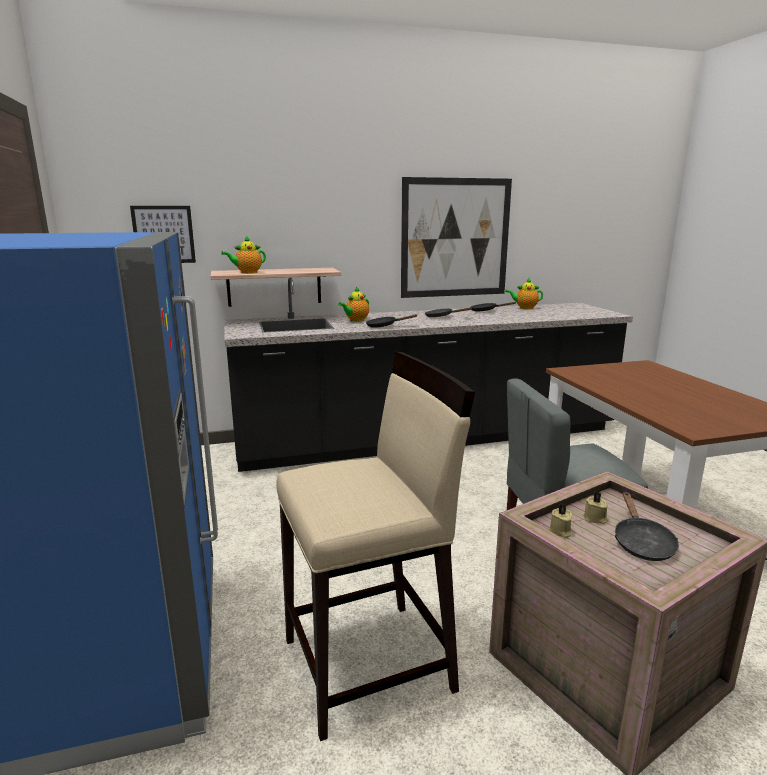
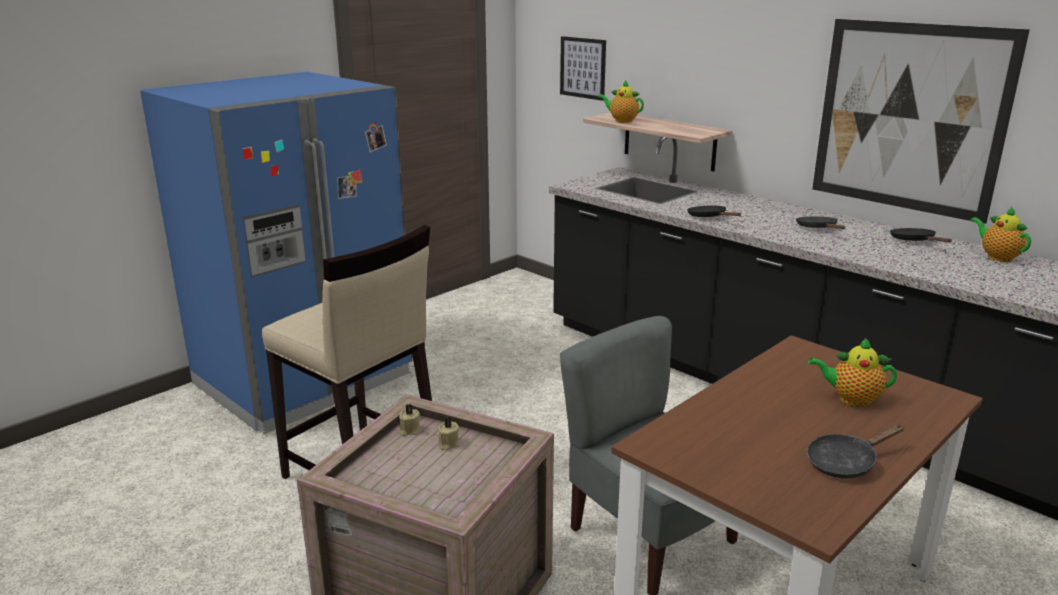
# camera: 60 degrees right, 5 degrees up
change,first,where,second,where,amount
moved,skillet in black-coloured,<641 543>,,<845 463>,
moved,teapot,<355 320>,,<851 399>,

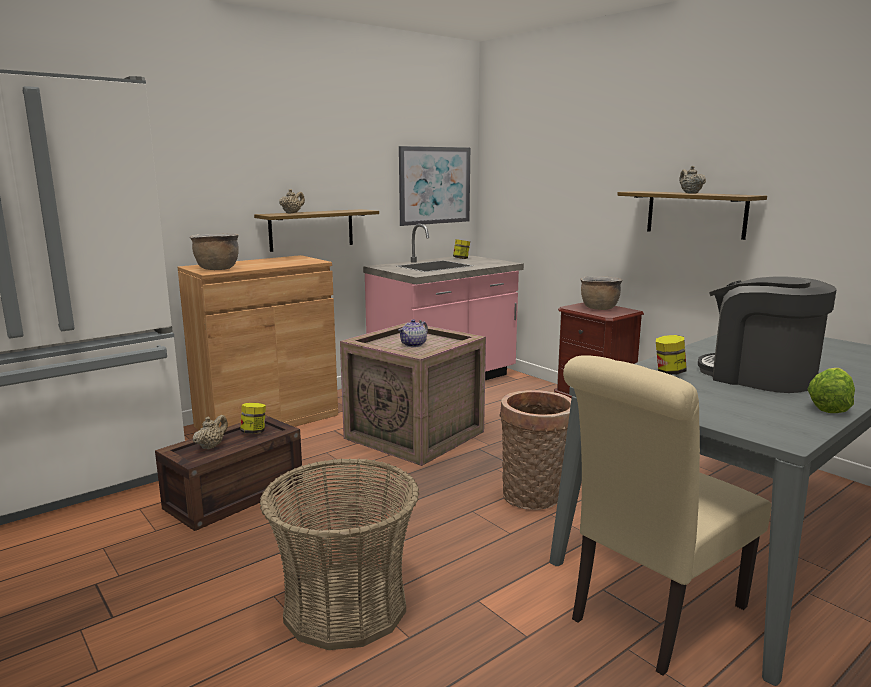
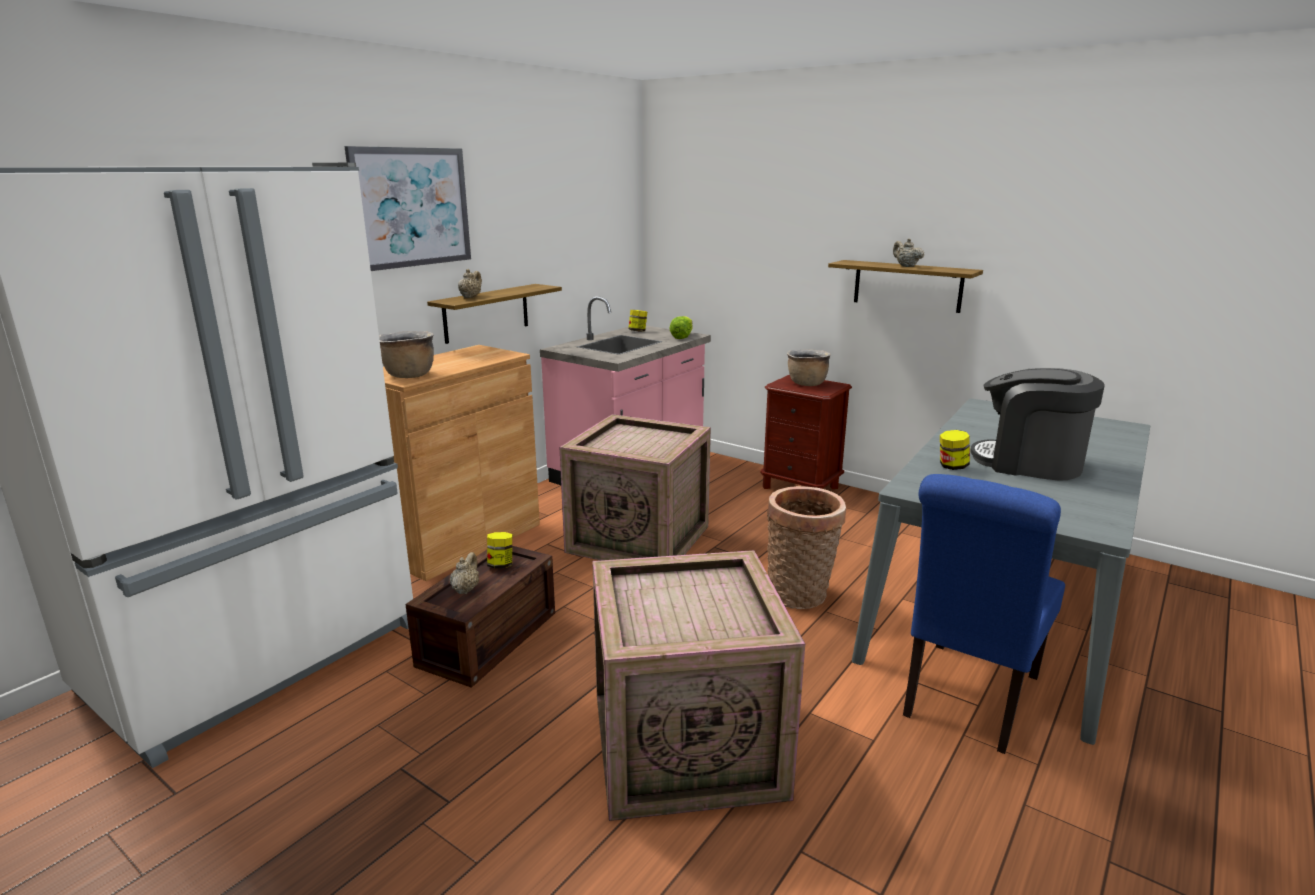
# camera: 15 degrees left, 5 degrees up
change,first,where,second,where,amount
moved,wall art,<434 185>,,<411 207>,
replaced,basket,<345 606>,packing crate,<688 742>,
moved,lettuce head,<829 406>,,<682 337>,
recoloured,upright chair in beige,<651 616>,upright chair in blue,<967 700>,
removed,teapot,<413 344>,,,

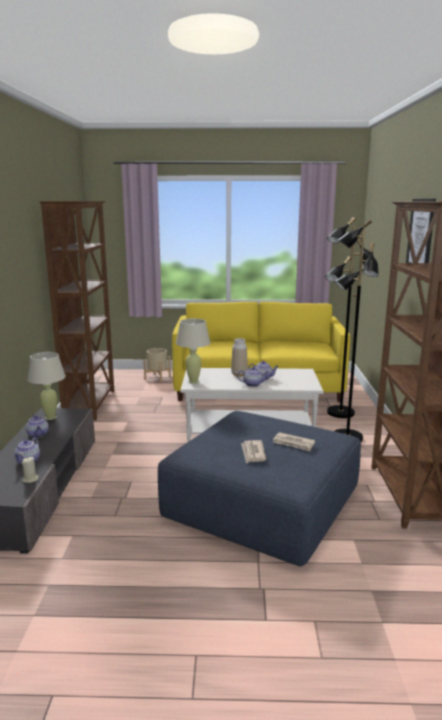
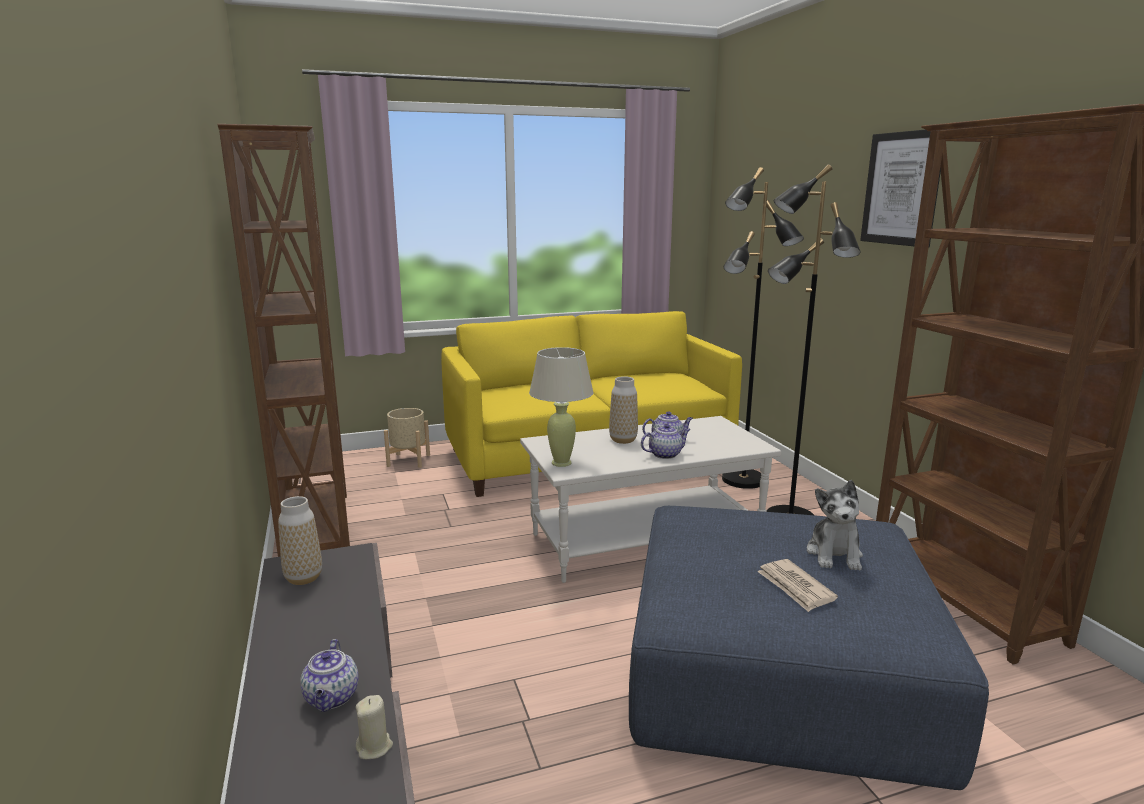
# camera: 20 degrees left, 0 degrees up
change,first,where,second,where,amount
replaced,table lamp in beige,<50 417>,flower vase,<303 578>,
replaced,printed paper,<293 443>,soft toy,<834 554>,
removed,teapot,<38 435>,,,

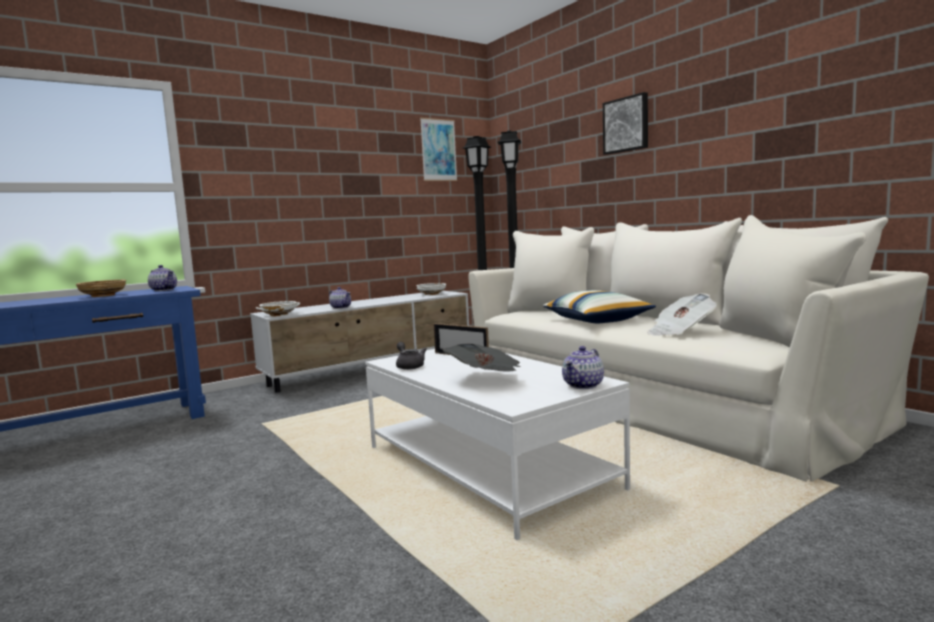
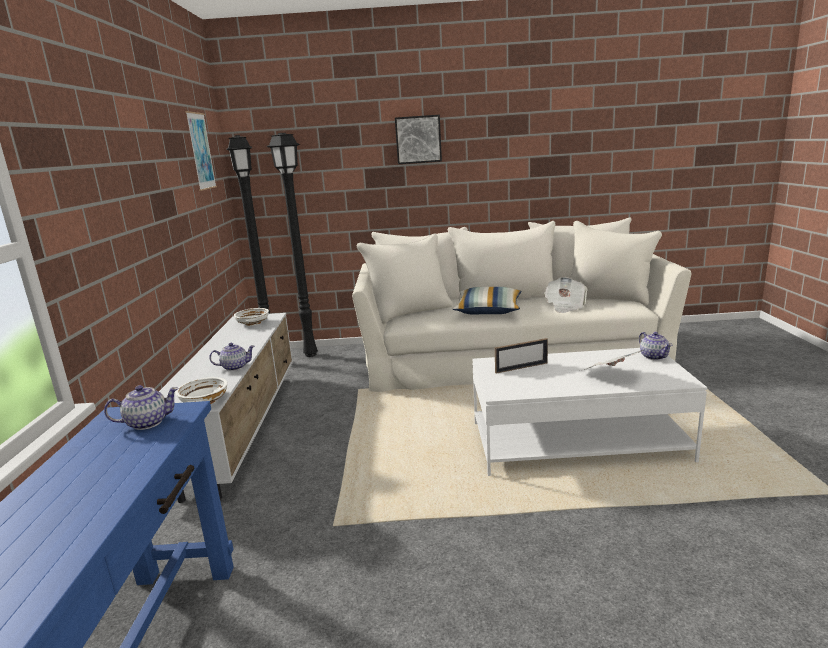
# camera: 55 degrees left, 10 degrees up
change,first,where,second,where,amount
removed,bowl in beige,<103 295>,,,
removed,teapot in greyish,<409 366>,,,

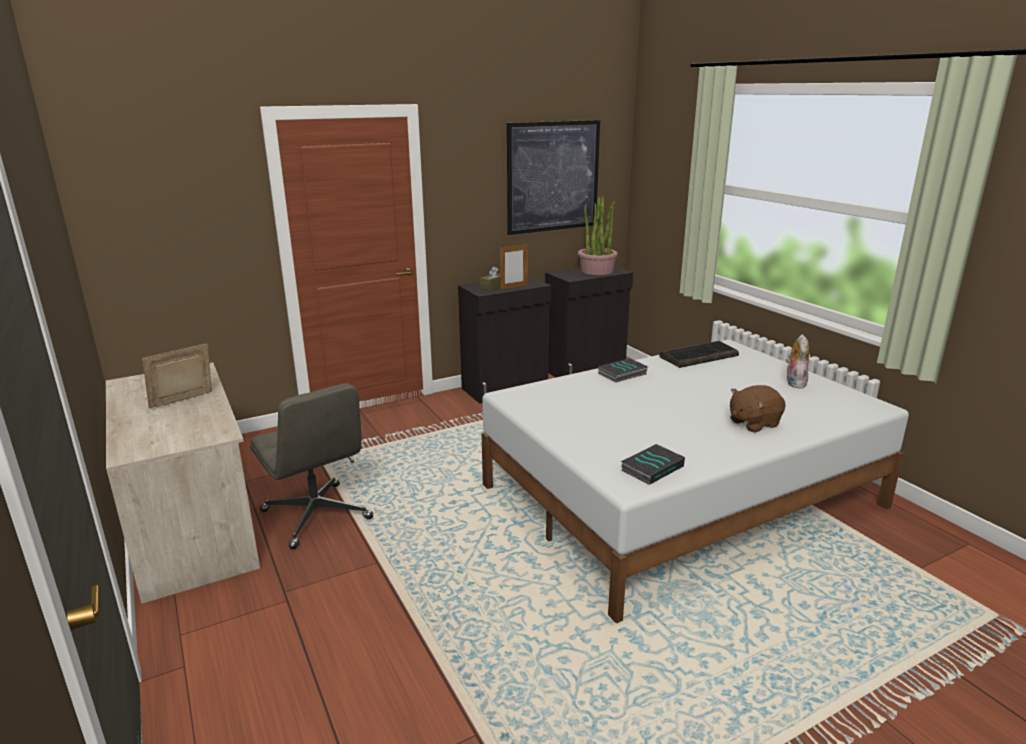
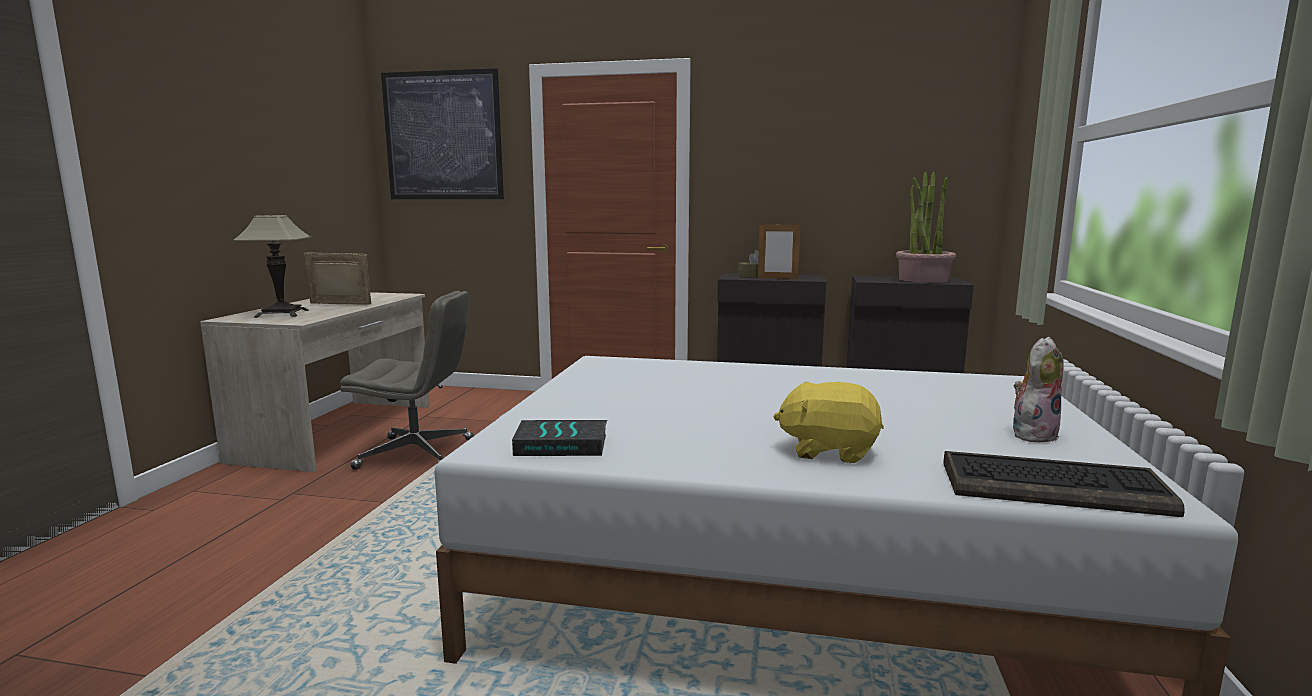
# camera: 40 degrees right, 10 degrees down
change,first,where,second,where,amount
added,,,table lamp,<282 313>,
turned,computer chair in greyish,<317 515>,,<418 453>,90 degrees counterclockwise
moved,wall art,<553 177>,,<443 136>,
recoloured,soft toy in brown,<753 423>,soft toy in yellowish,<828 450>,
moved,PC keyboard,<699 356>,,<1053 487>,
removed,bound book,<622 374>,,,

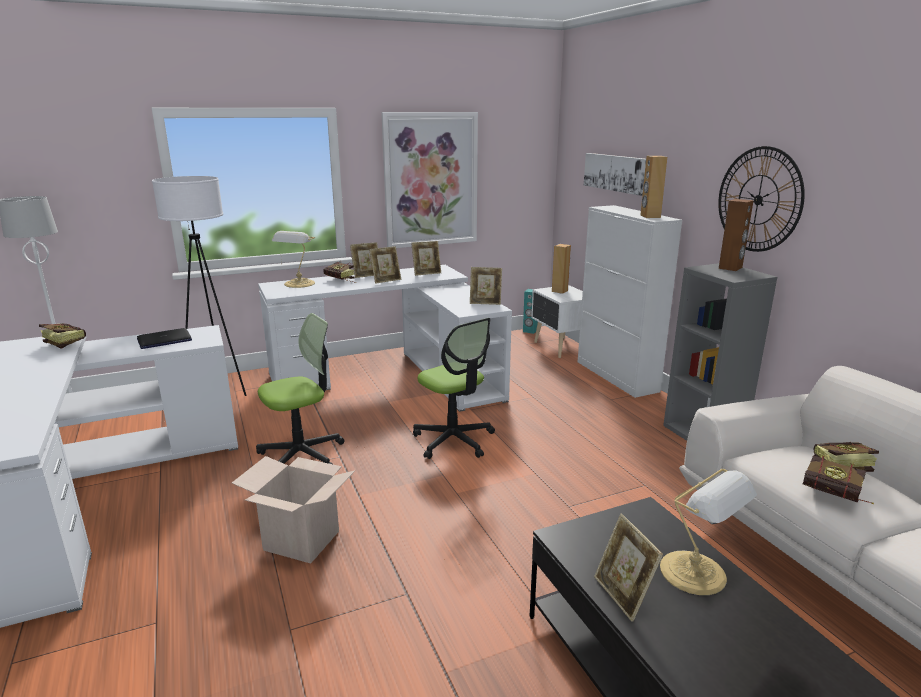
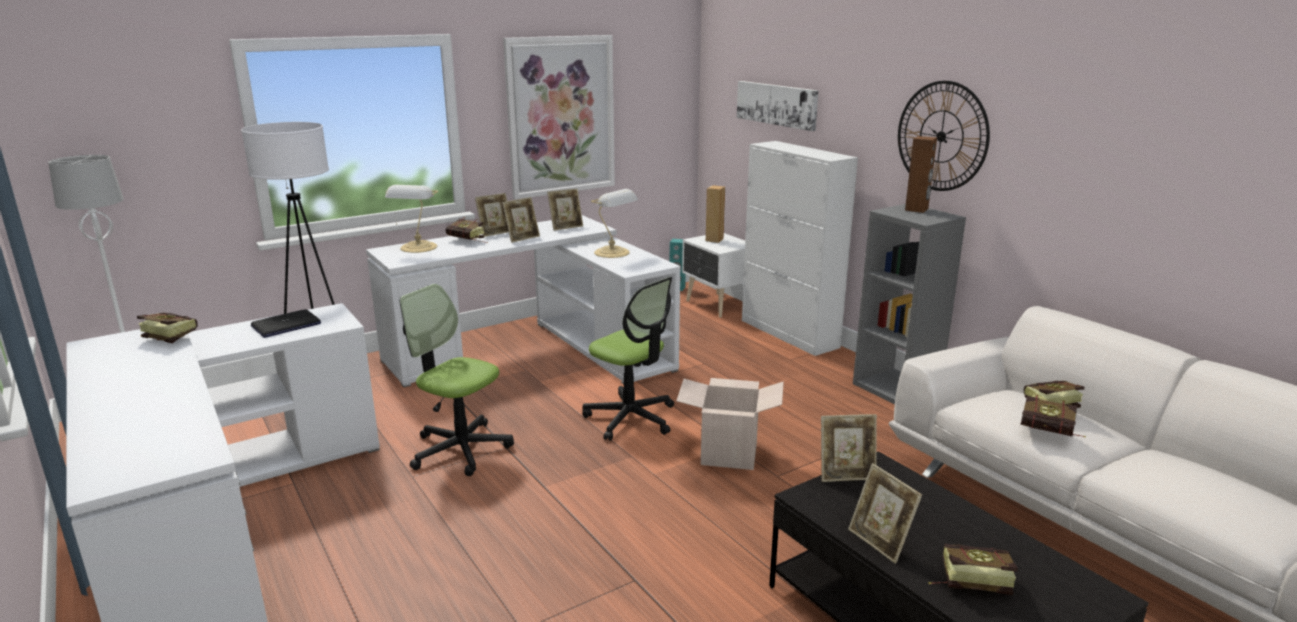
# camera: 10 degrees left, 0 degrees up
change,first,where,second,where,amount
turned,computer chair,<302 455>,,<460 449>,105 degrees counterclockwise
moved,table lamp,<696 574>,,<613 253>,
moved,packing box,<301 540>,,<729 454>,
moved,standing frame,<485 302>,,<846 475>,
added,,,bound book,<967 581>,
removed,audio speaker in brown,<650 216>,,,

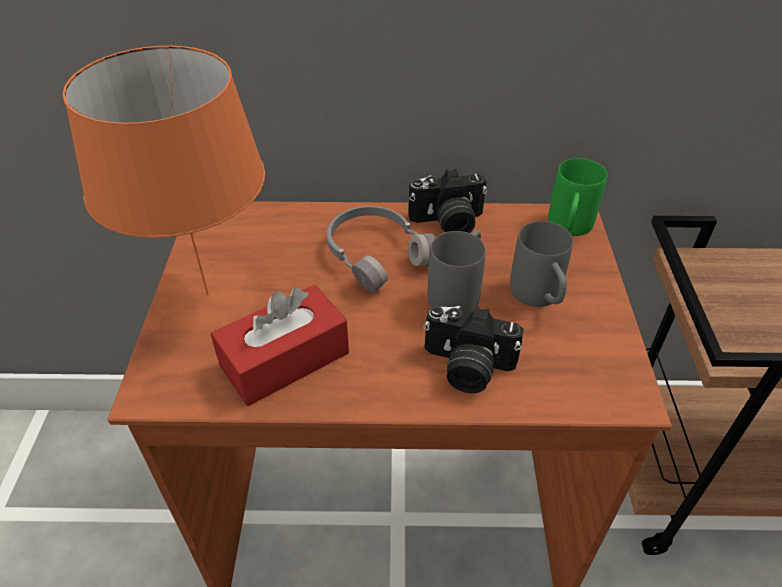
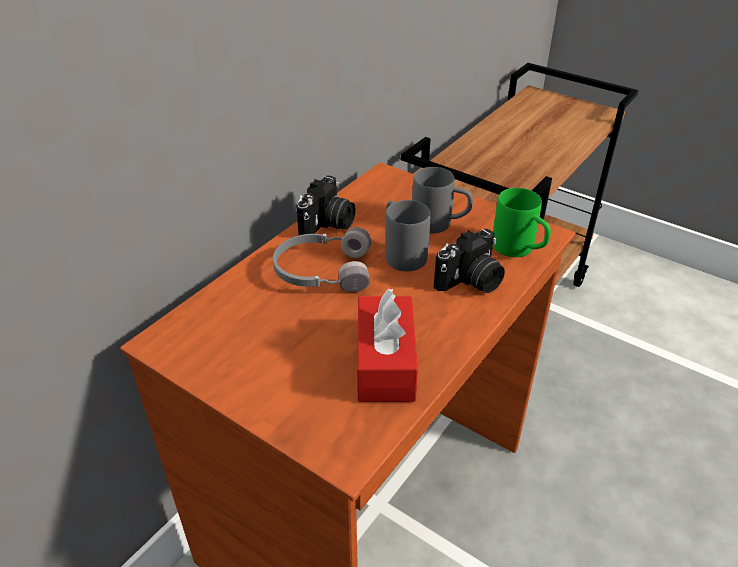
# camera: 55 degrees left, 5 degrees down
change,first,where,second,where,amount
moved,tea mug in green-coloured,<568 229>,,<519 250>,
removed,table lamp in orangey,<206 293>,,,

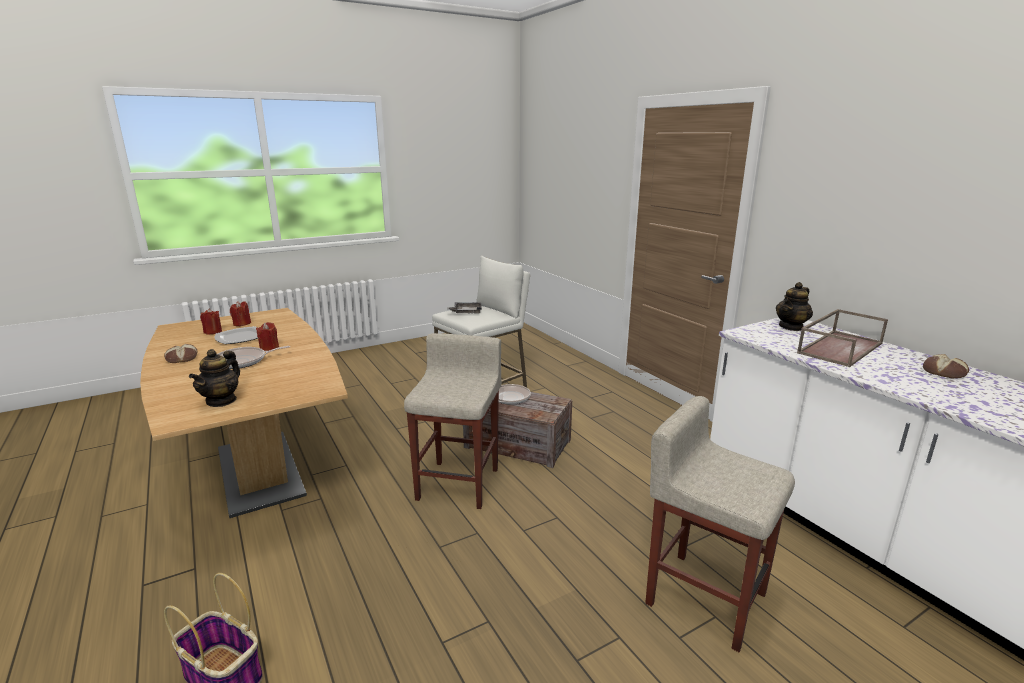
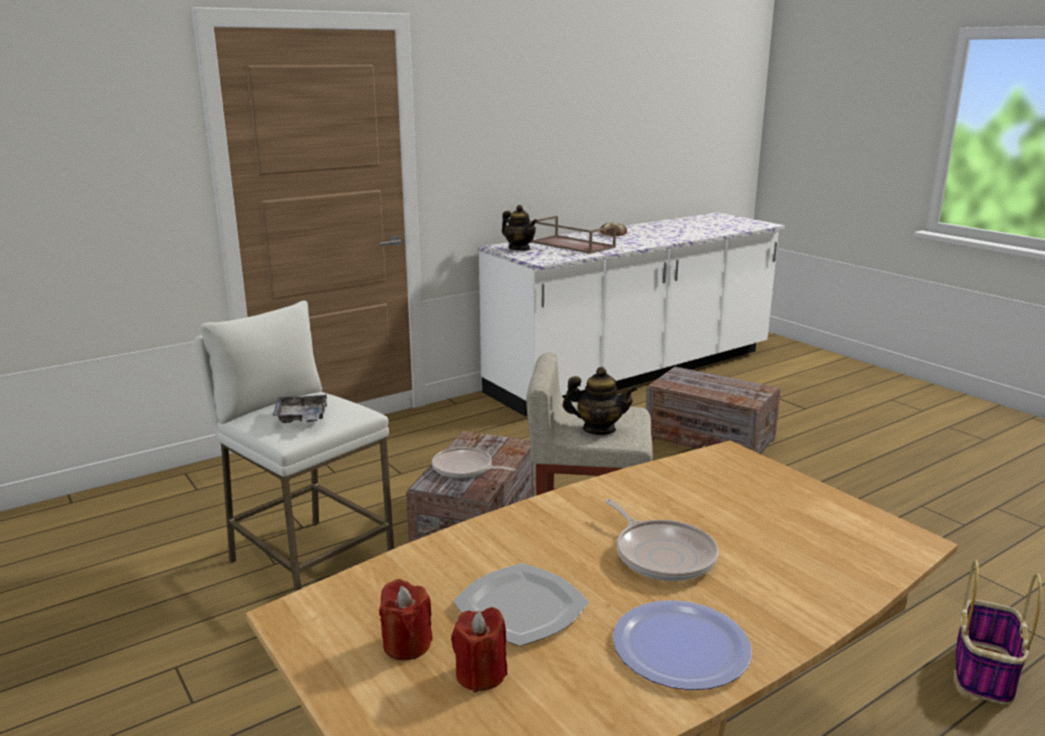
# camera: 95 degrees left, 0 degrees up
change,first,where,second,where,amount
moved,teapot,<221 401>,,<598 429>,
replaced,bakery bread,<181 358>,plate,<681 647>,
replaced,stool seat in beige,<704 597>,packing crate,<708 438>,
removed,wax candle in red-coloured,<269 348>,,,

